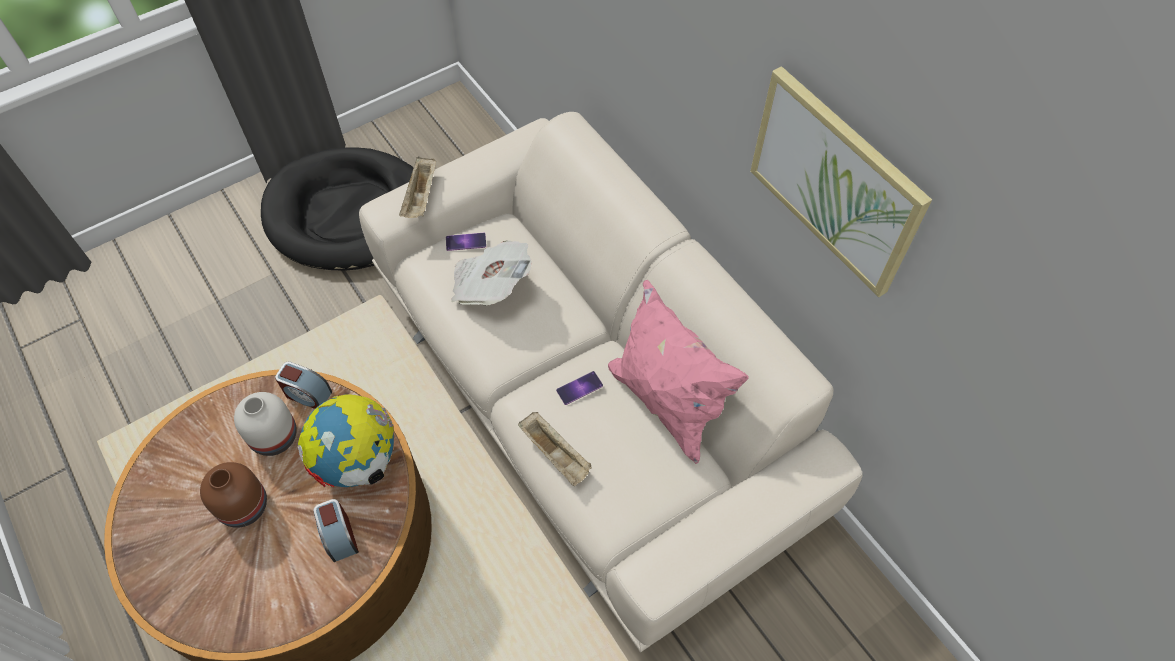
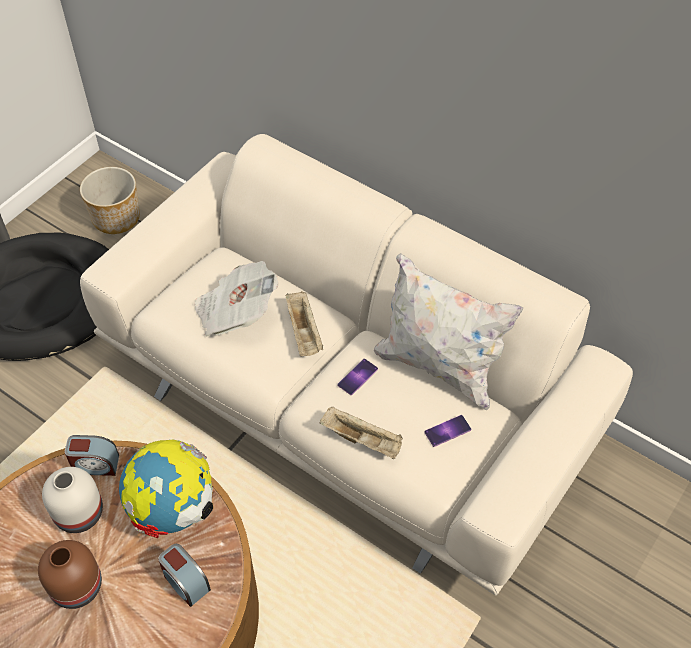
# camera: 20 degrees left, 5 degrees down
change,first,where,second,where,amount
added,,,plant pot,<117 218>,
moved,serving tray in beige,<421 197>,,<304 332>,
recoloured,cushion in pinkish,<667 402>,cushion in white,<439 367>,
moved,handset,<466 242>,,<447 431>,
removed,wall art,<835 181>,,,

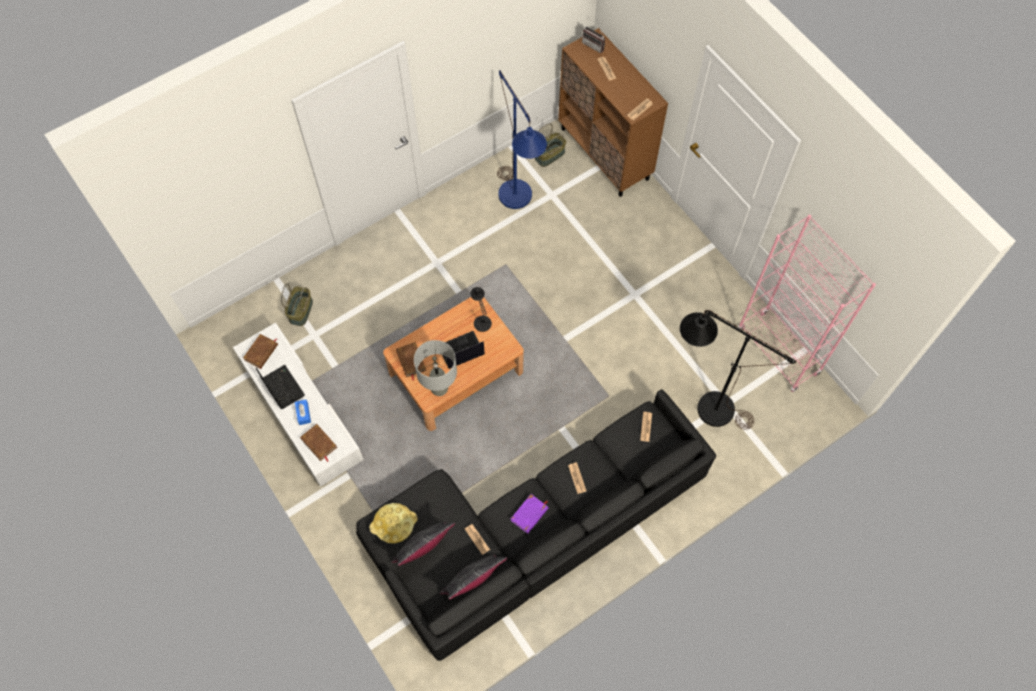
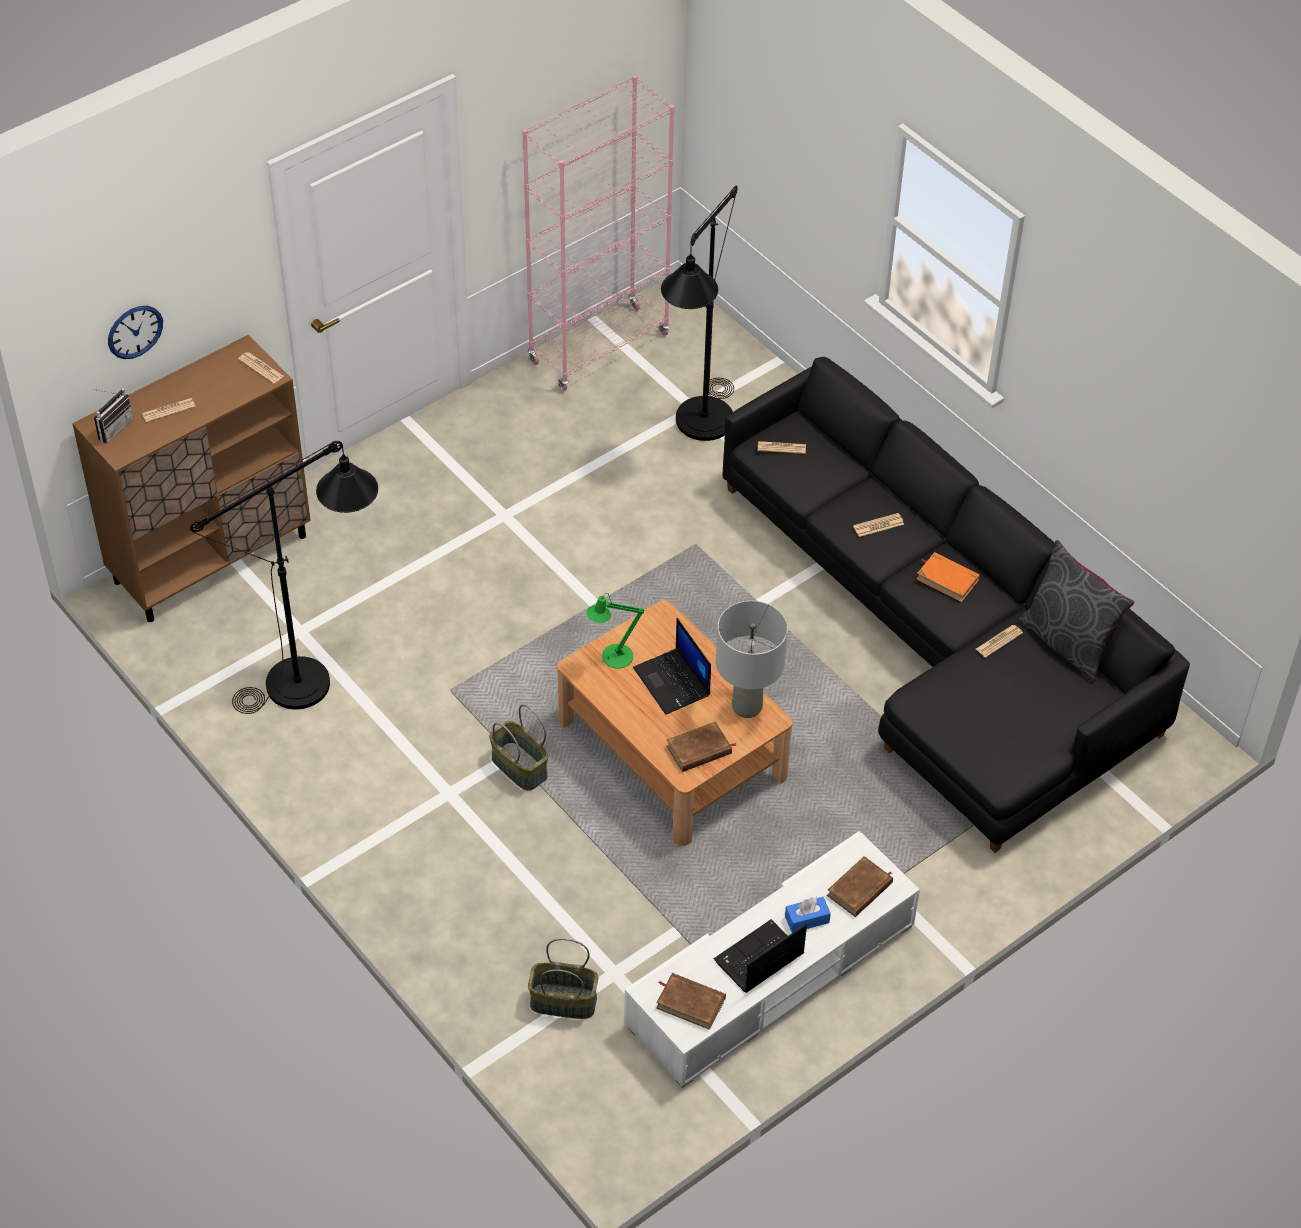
# camera: 95 degrees left, 15 degrees down
change,first,where,second,where,amount
added,,,hanging clock,<135 331>,
recoloured,standing lamp in blue,<518 202>,standing lamp in black-coloured,<316 678>,
moved,basket,<549 155>,,<518 767>,
recoloured,table lamp in black-coloured,<481 321>,table lamp in green-coloured,<613 657>,
recoloured,bound book in purplish,<529 514>,bound book in orangey,<947 579>,
removed,serving tray in yellowish,<394 524>,,,
removed,cushion in greyish,<424 550>,,,

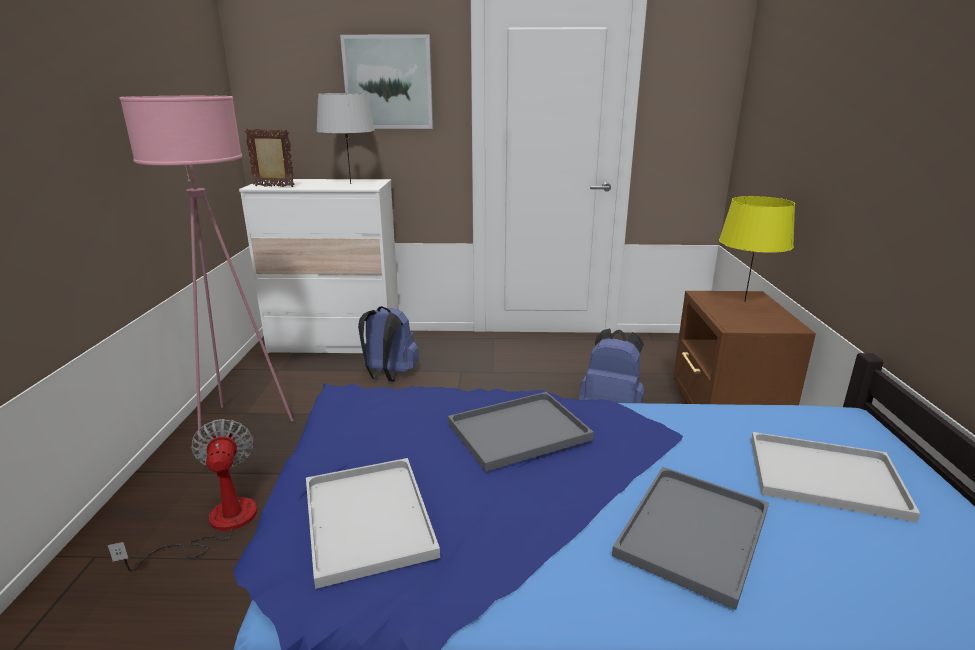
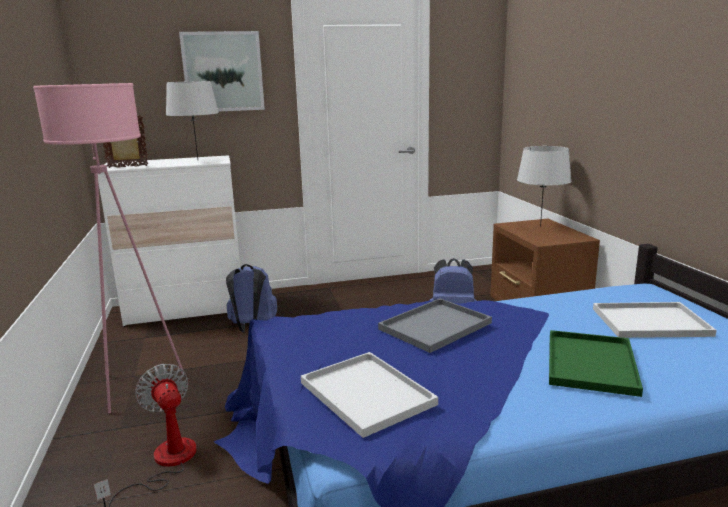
# camera: 15 degrees left, 5 degrees down
change,first,where,second,where,amount
recoloured,table lamp in yellowish,<745 302>,table lamp in greyish,<540 226>,
recoloured,serving tray in greyish,<692 529>,serving tray in green-coloured,<589 362>,

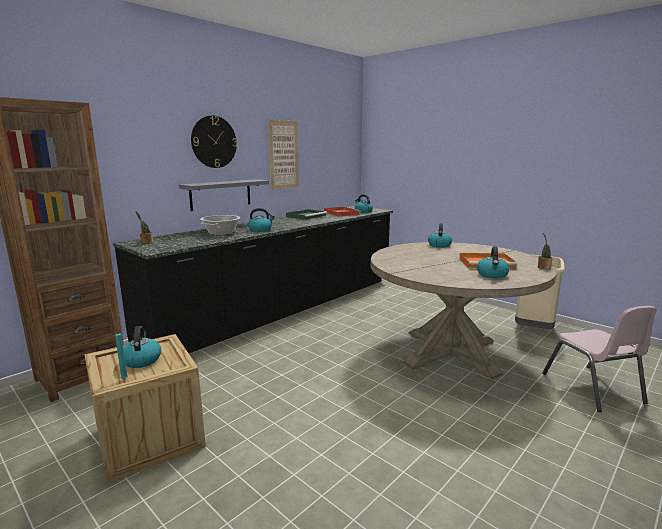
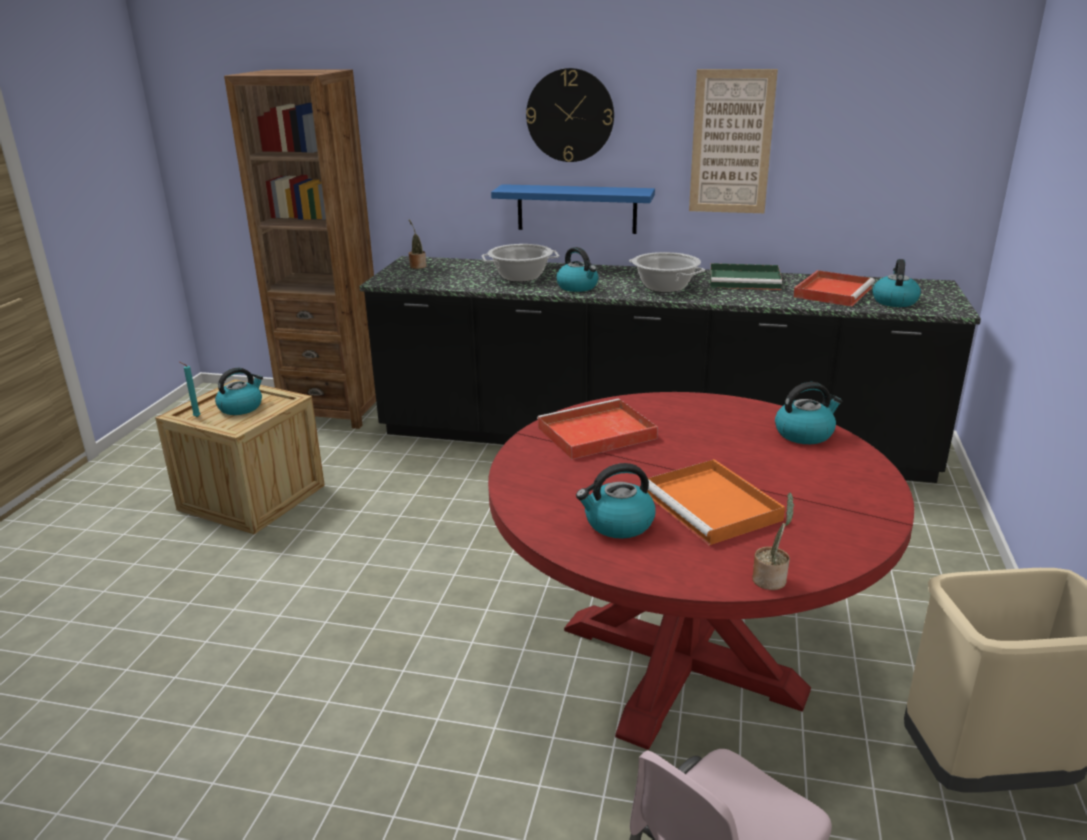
# camera: 60 degrees right, 10 degrees up
change,first,where,second,where,amount
recoloured,dinner table in beige,<450 352>,dinner table in red-coloured,<681 659>,
recoloured,shelf in greyish,<221 194>,shelf in blue,<576 209>,
added,,,serving tray in red-coloured,<594 434>,
added,,,stockpot,<665 287>,

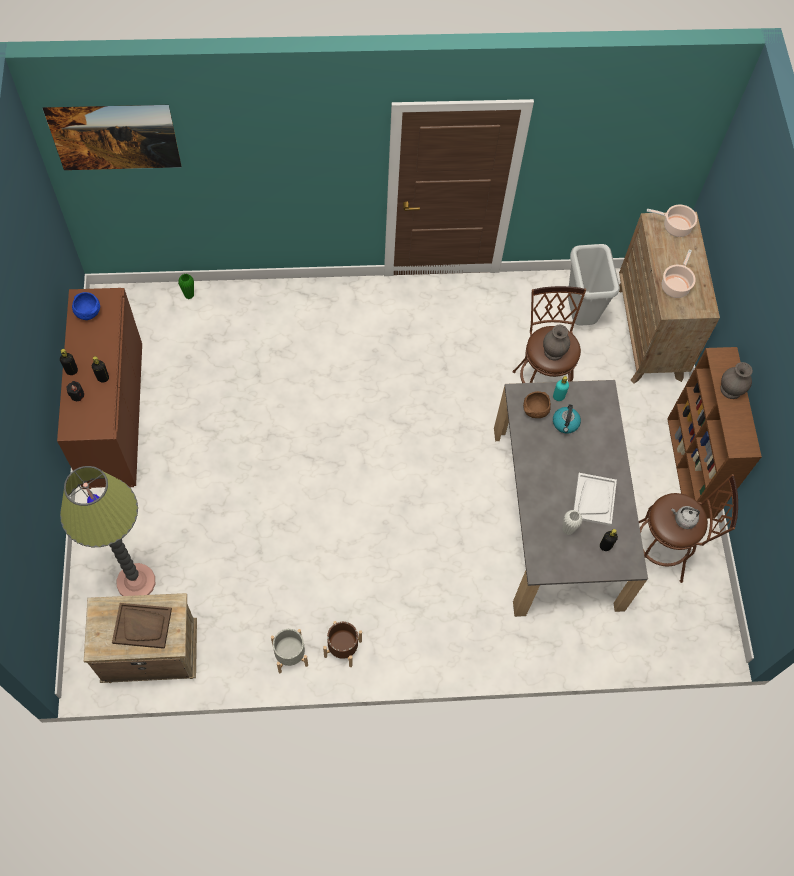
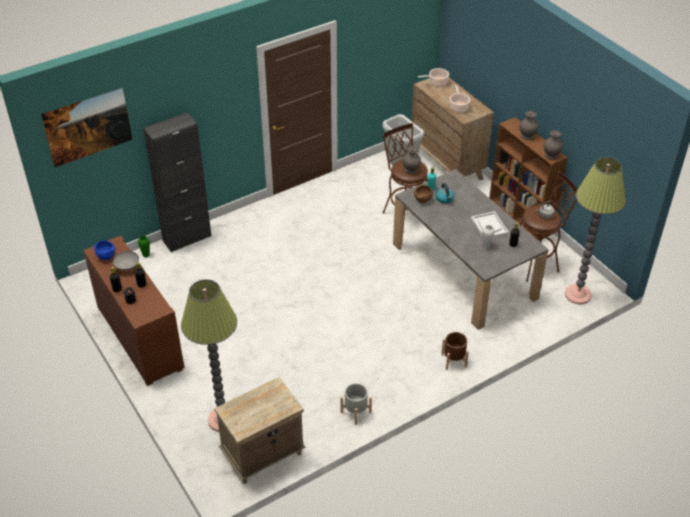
# camera: 25 degrees left, 20 degrees down
change,first,where,second,where,amount
added,,,bowl in greyish,<127 267>,
added,,,cupboard in black-coloured,<187 238>,
moved,plant pot in brown,<342 648>,,<454 360>,
added,,,flower vase in greyish,<551 155>,
added,,,standing lamp,<577 295>,
removed,serving tray in brown,<142 626>,,,

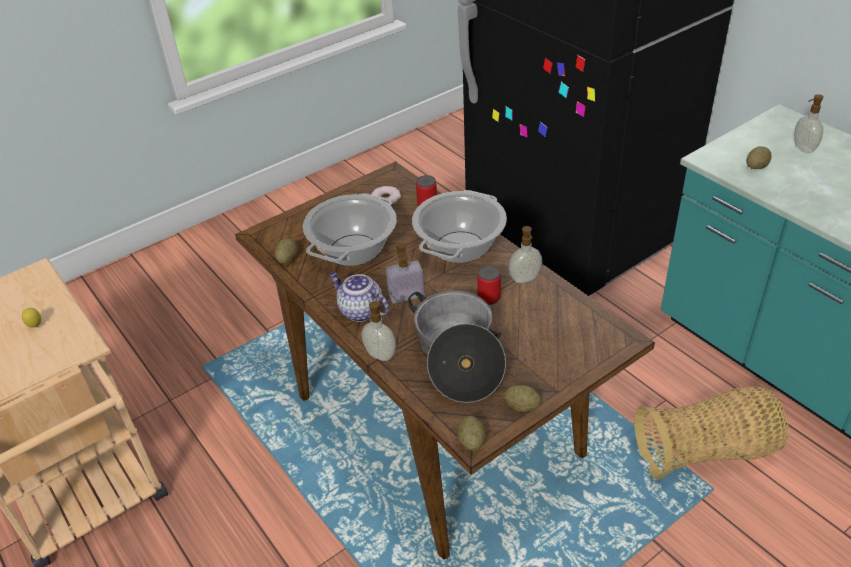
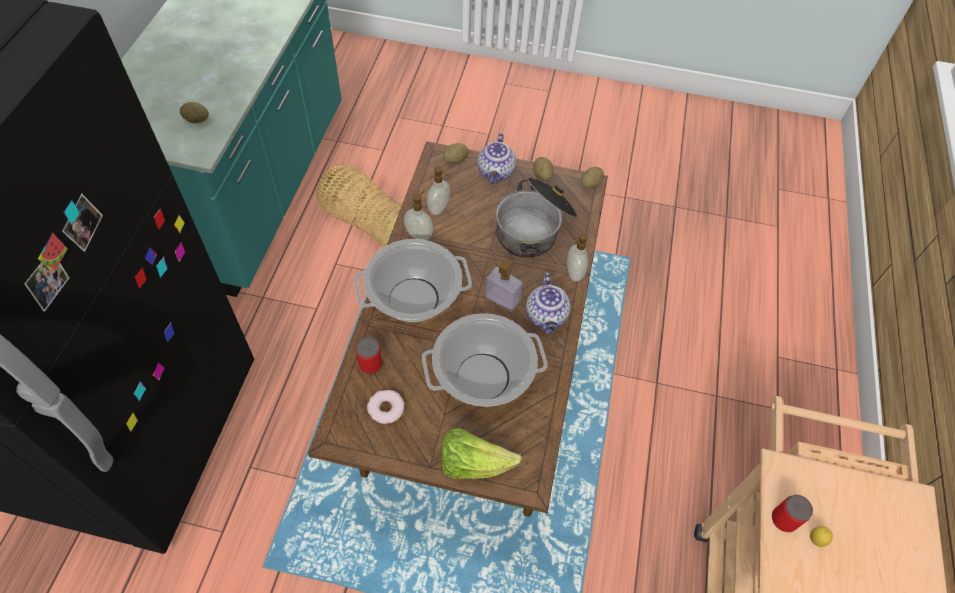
# camera: 135 degrees left, 15 degrees up
change,first,where,second,where,amount
moved,liquid soap bottle,<802 148>,,<439 208>,
added,,,lettuce head,<473 463>,
moved,potato,<287 259>,,<455 160>,
added,,,teapot,<496 173>,
moved,metal can,<489 298>,,<783 520>,

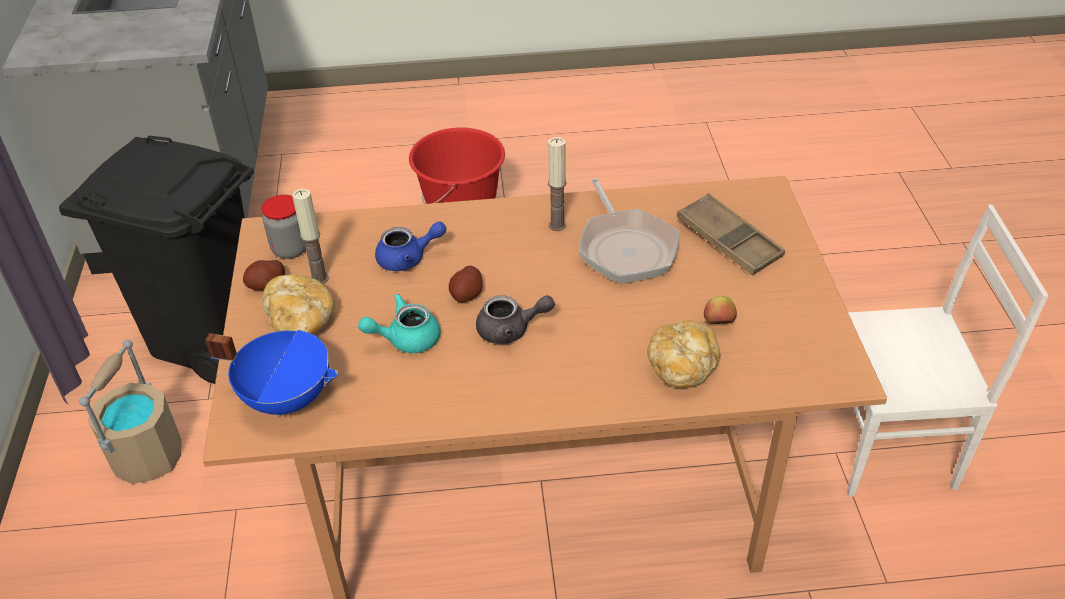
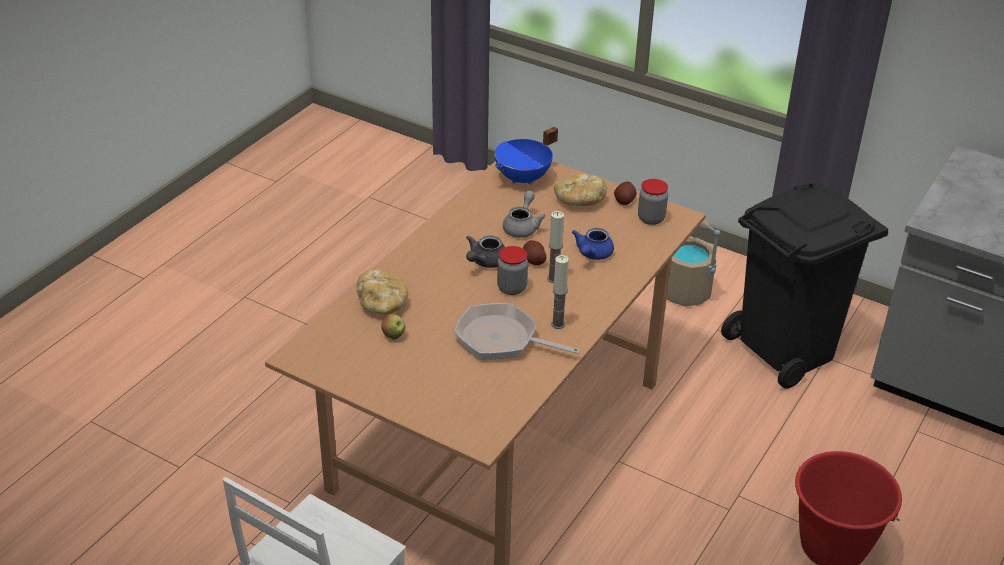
# camera: 125 degrees right, 5 degrees down
change,first,where,second,where,amount
added,,,preserve jar,<512 288>,
recoloured,teapot in blue-green,<405 338>,teapot in greyish,<522 226>,
moved,wax candle,<319 278>,,<553 278>,
removed,serving tray in brown,<728 240>,,,

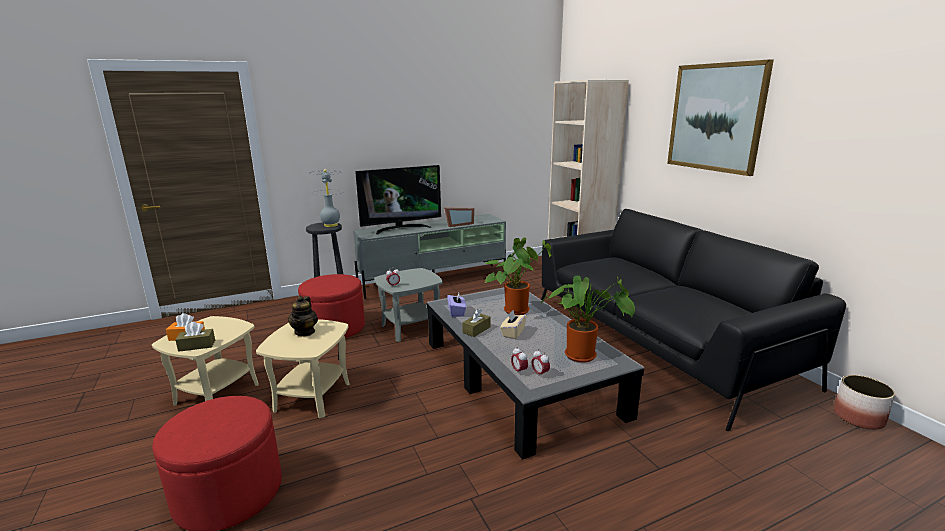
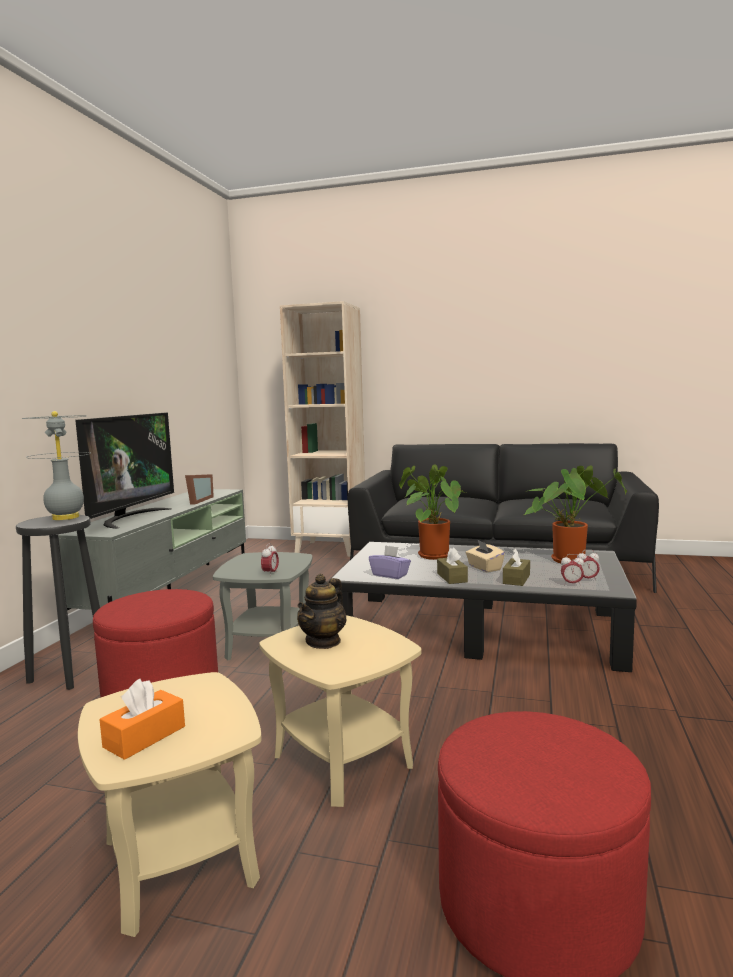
# camera: 50 degrees left, 10 degrees down
change,first,where,second,where,amount
turned,teapot,<305 332>,,<323 641>,75 degrees clockwise
moved,tissue box in brown,<197 345>,,<516 579>,
removed,wall art,<715 117>,,,
removed,plant pot,<859 418>,,,

